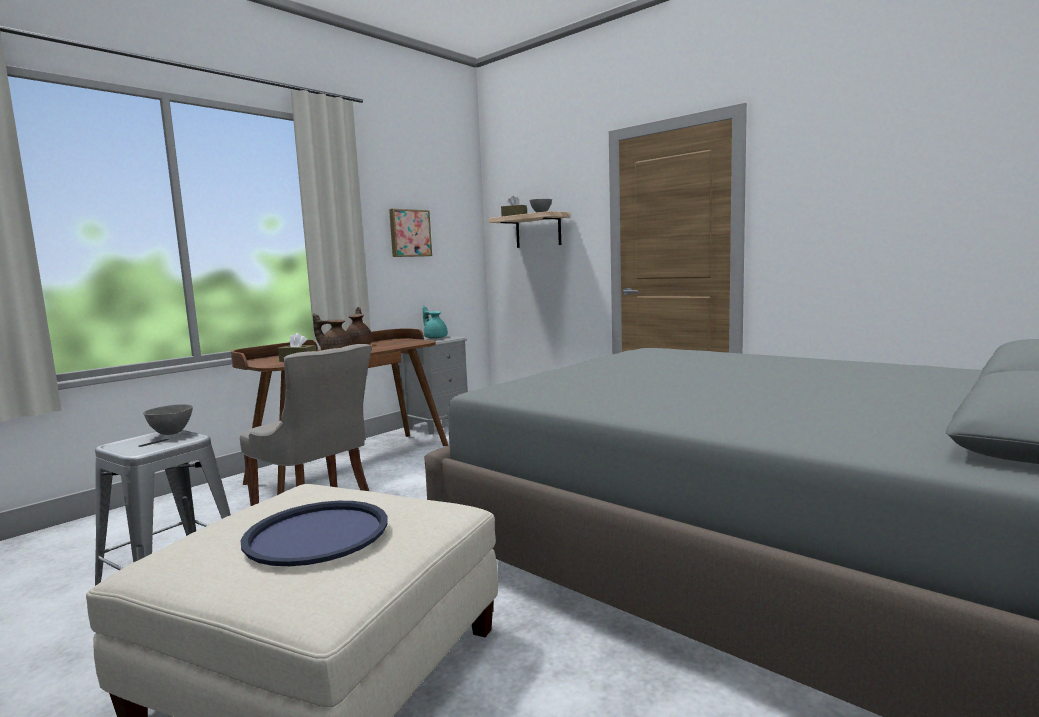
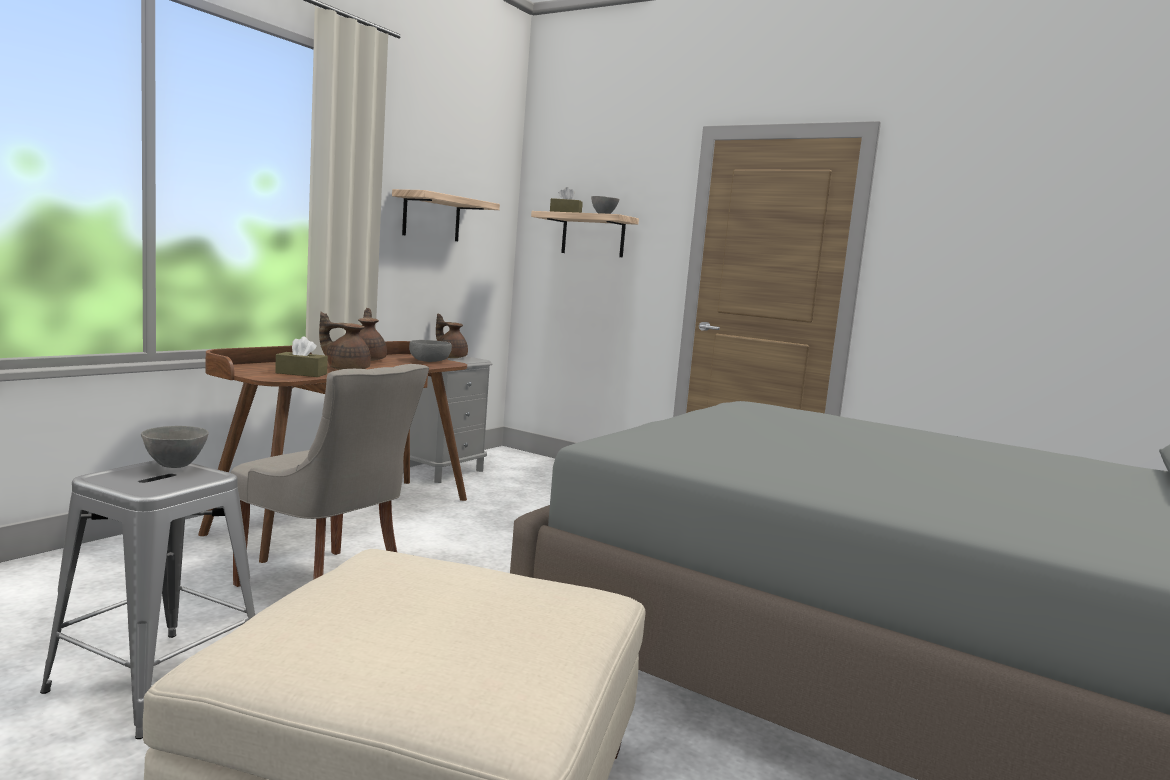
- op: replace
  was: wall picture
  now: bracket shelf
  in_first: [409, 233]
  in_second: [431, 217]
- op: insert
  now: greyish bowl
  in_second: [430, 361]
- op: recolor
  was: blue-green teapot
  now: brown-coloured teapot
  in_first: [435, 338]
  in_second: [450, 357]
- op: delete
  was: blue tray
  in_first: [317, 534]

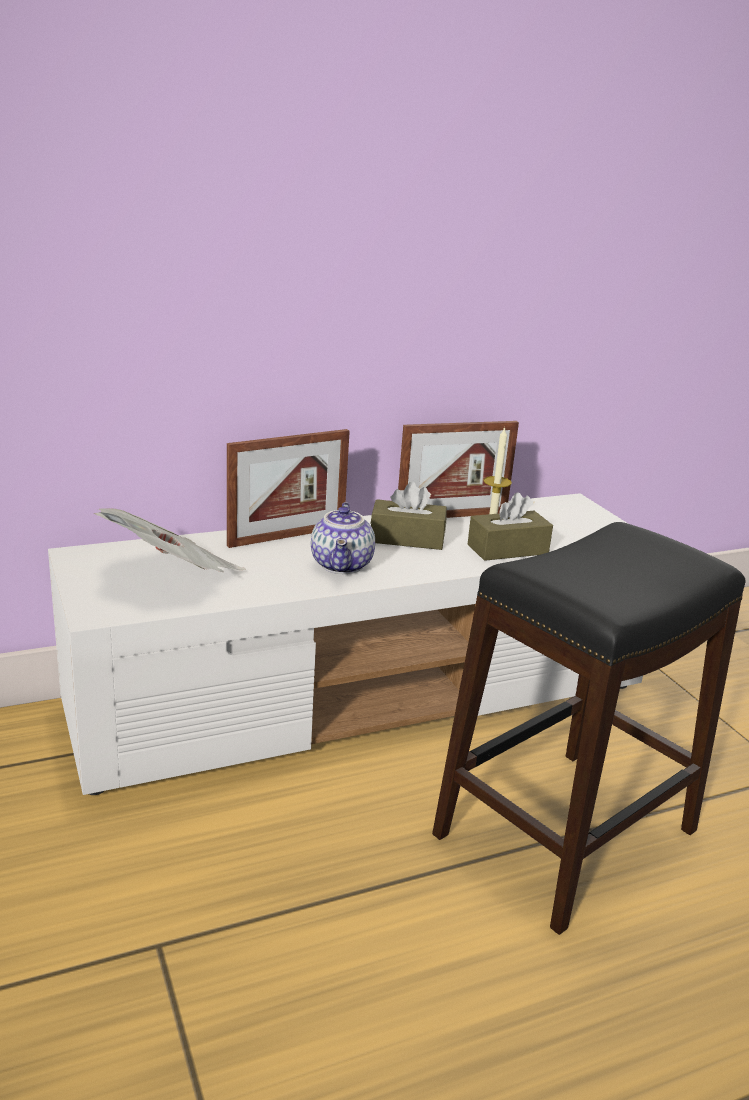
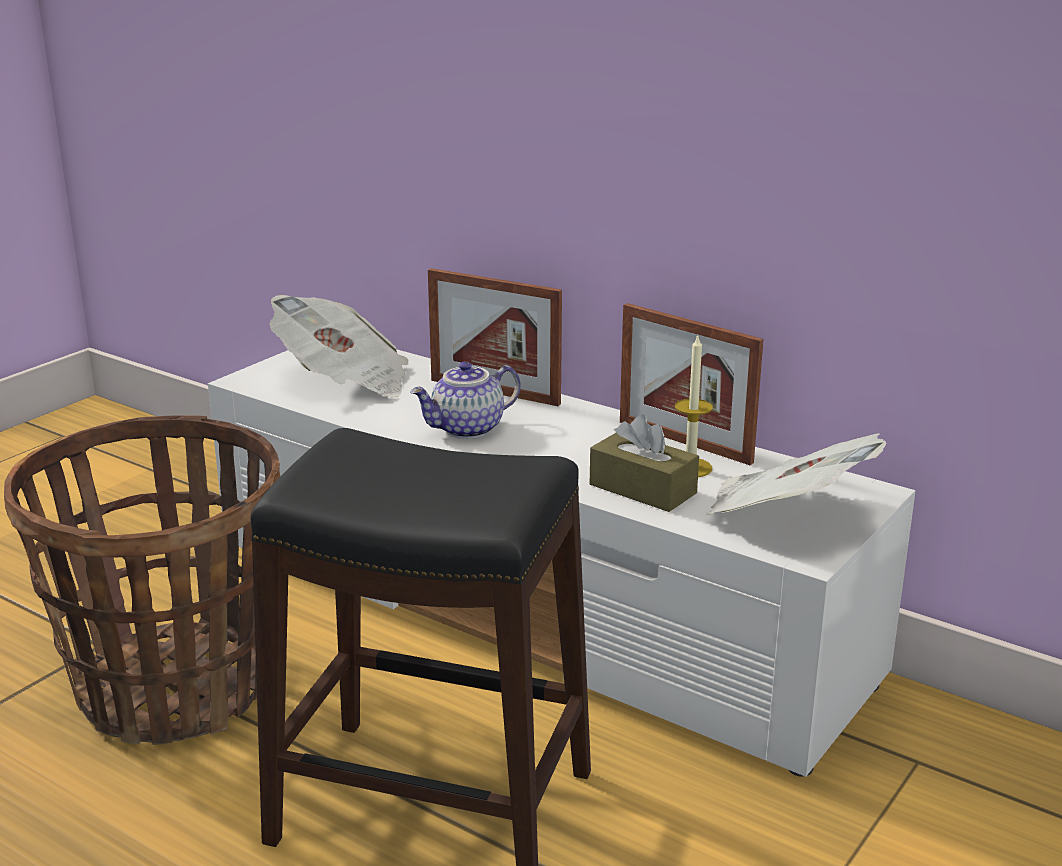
- op: insert
  now: household basket
  in_second: [174, 689]
- op: insert
  now: daily paper
  in_second: [786, 516]
- op: delete
  was: brown-coloured tissue holder
  in_first: [407, 538]

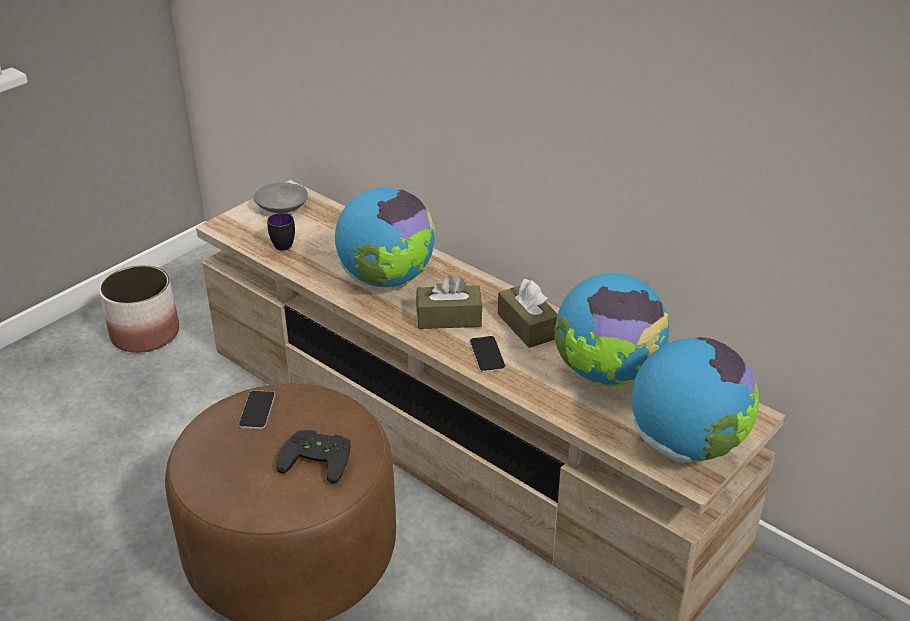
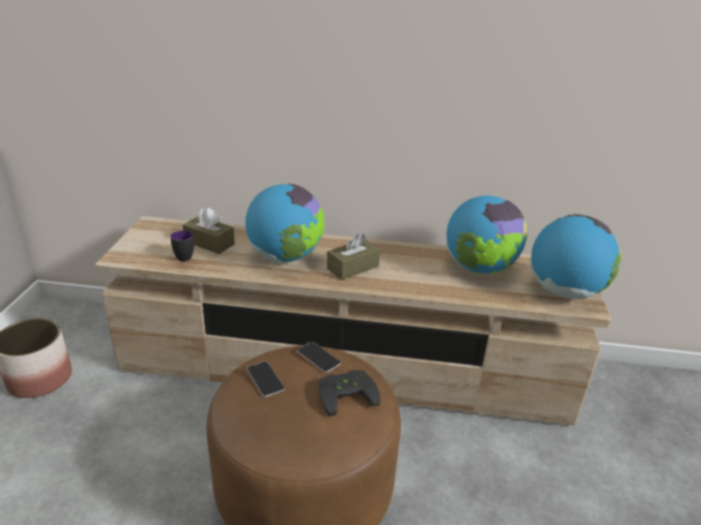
- op: move
  was: brown-coloured tissue holder
  in_first: [527, 326]
  in_second: [209, 243]
- op: move
  was: handset
  in_first: [487, 355]
  in_second: [318, 357]
- op: delete
  was: greyish bowl
  in_first: [282, 207]

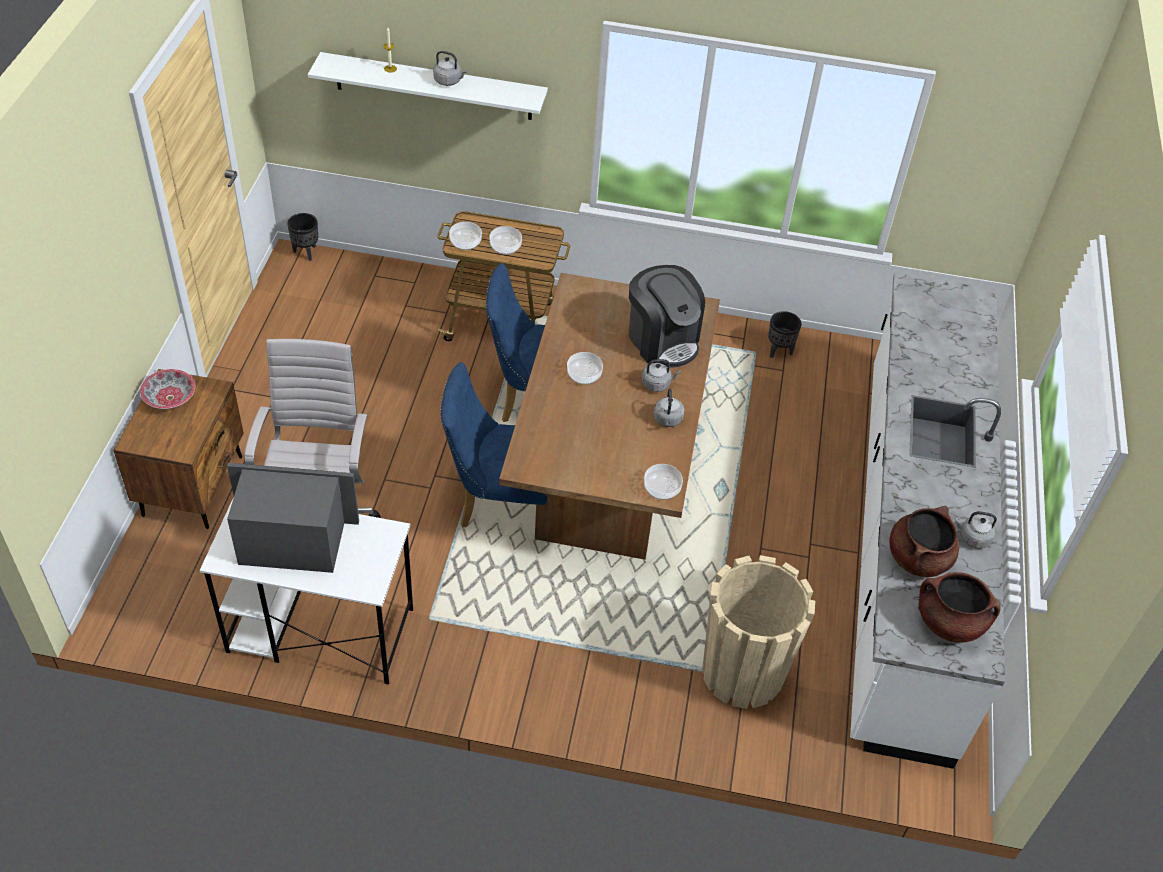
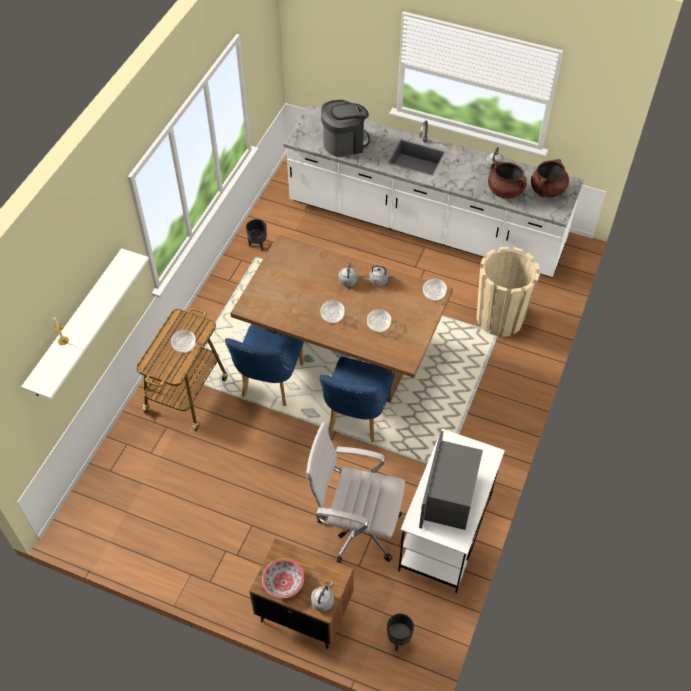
- op: move
  was: greyish kettle
  in_first: [449, 81]
  in_second: [323, 600]
- op: move
  was: coffee maker
  in_first: [662, 339]
  in_second: [344, 143]
- op: move
  was: bowl
  in_first: [466, 243]
  in_second: [378, 325]
- op: move
  was: black-coloured plant pot
  in_first: [306, 252]
  in_second: [398, 639]

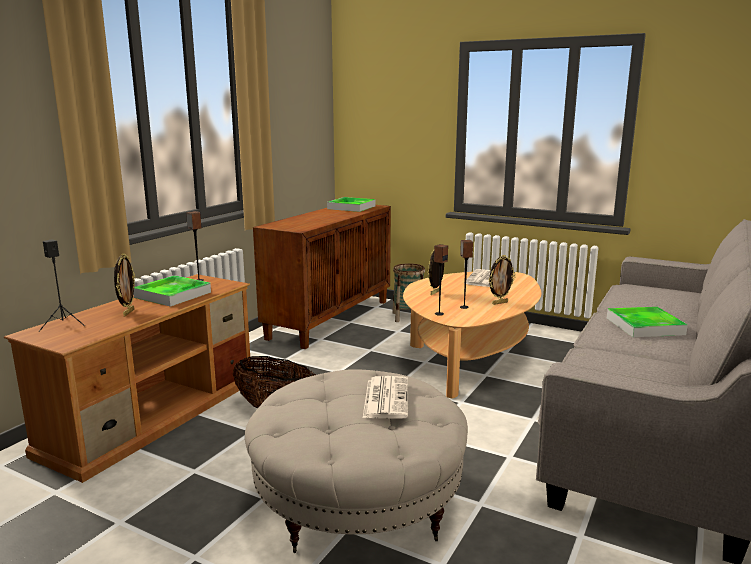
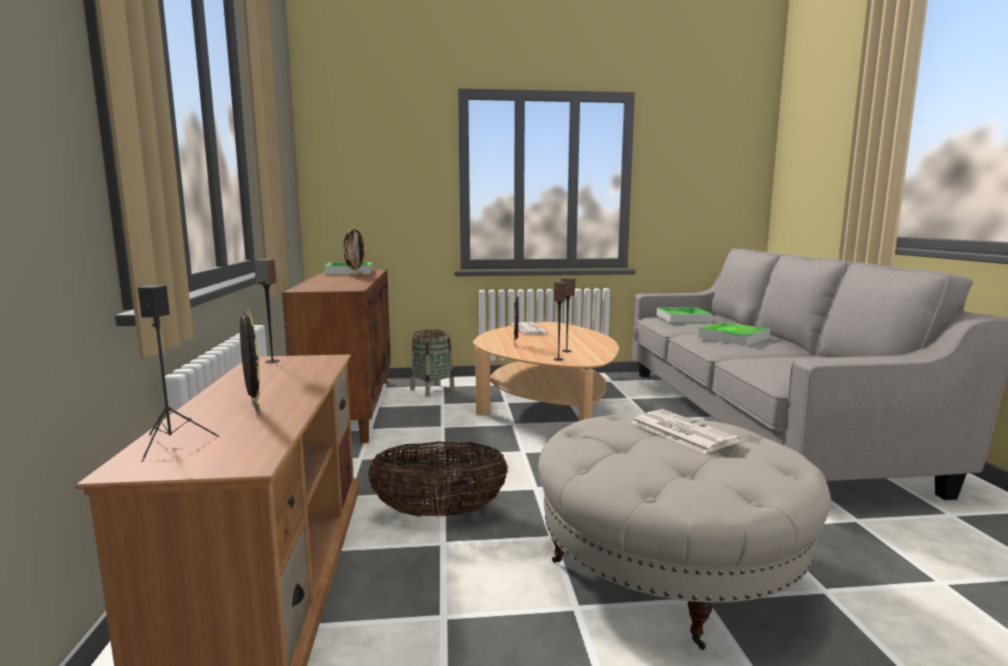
- op: move
  was: standing frame
  in_first: [499, 303]
  in_second: [355, 276]
- op: move
  was: tray
  in_first: [173, 295]
  in_second: [683, 318]

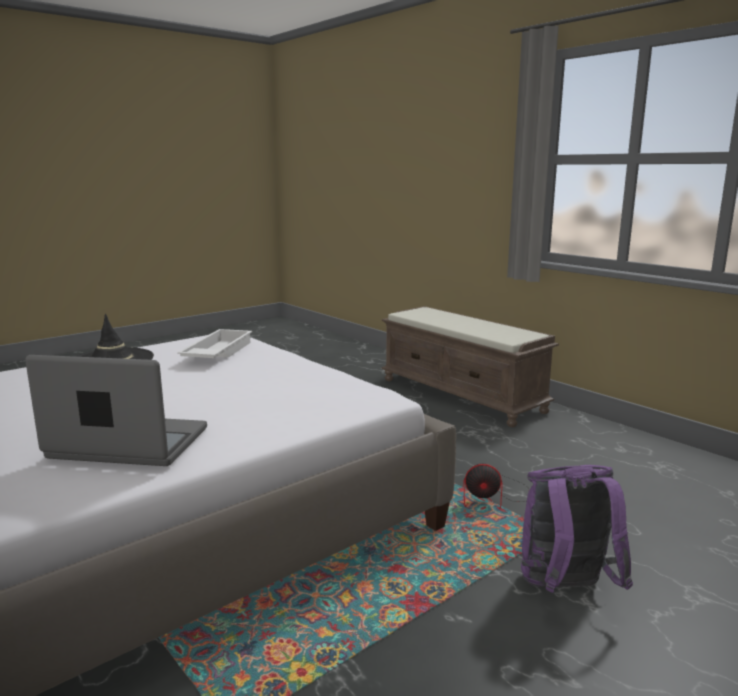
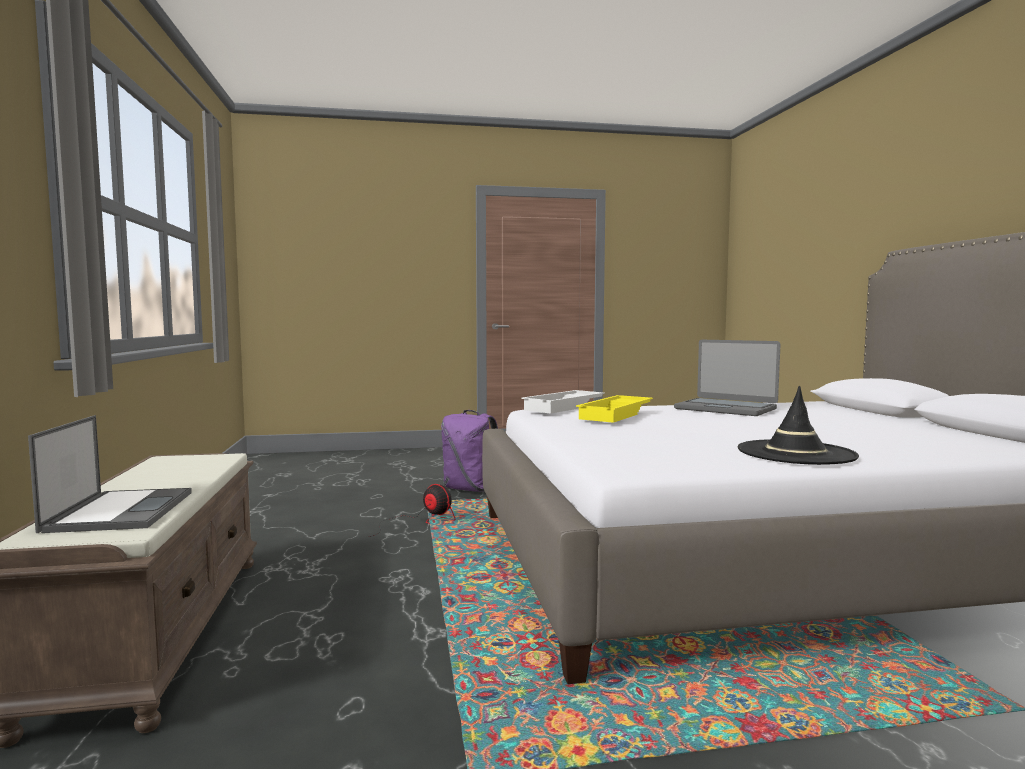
- op: insert
  now: notebook computer
  in_second: [121, 510]
- op: move
  was: whitish tray
  in_first: [217, 352]
  in_second: [564, 407]
- op: insert
  now: yellow-coloured tray
  in_second: [616, 414]

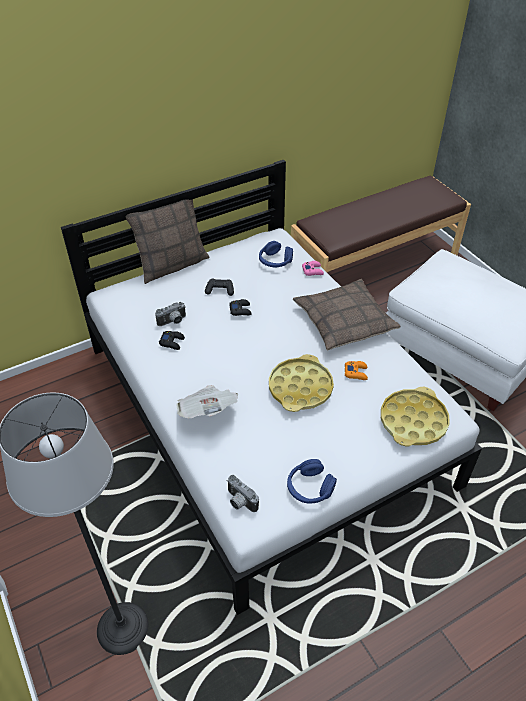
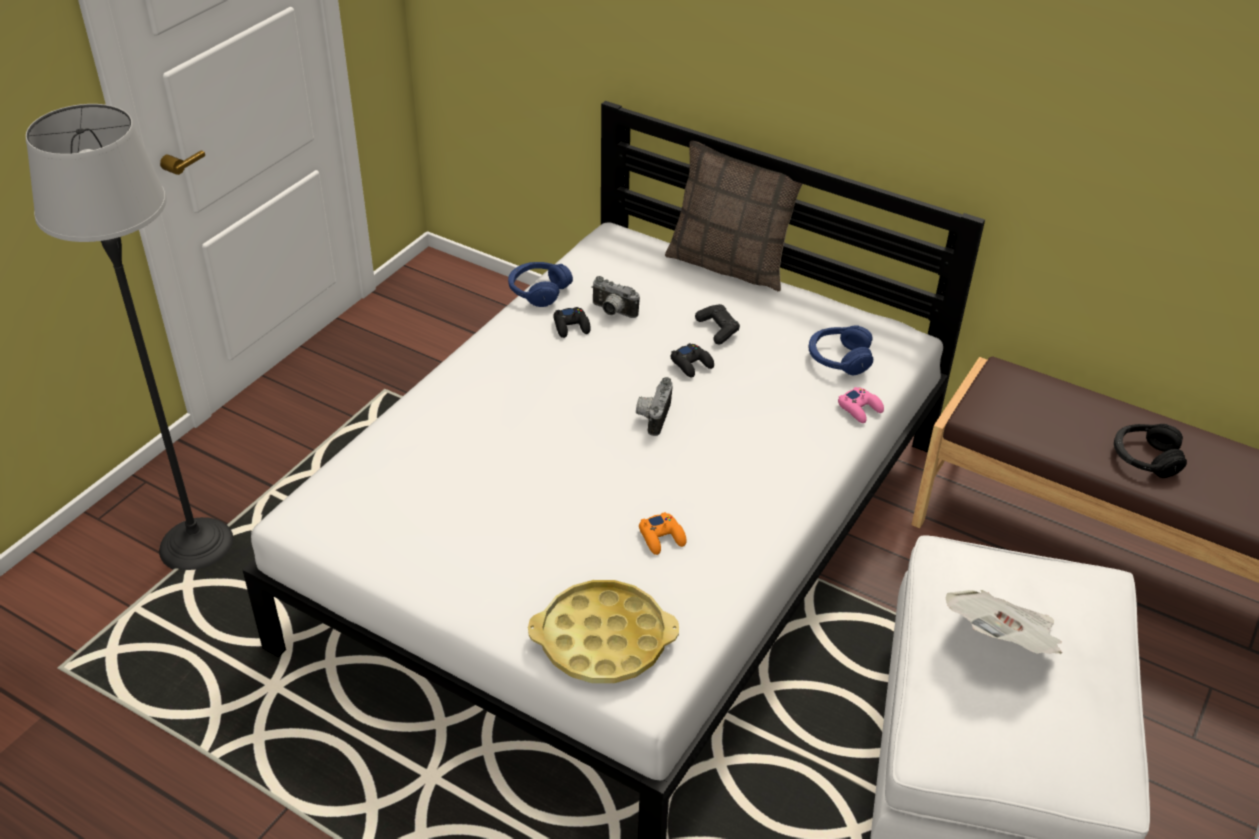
- op: move
  was: blue headphones
  in_first: [309, 487]
  in_second: [538, 291]
- op: move
  was: still camera
  in_first: [239, 502]
  in_second: [652, 416]
- op: move
  was: daily paper
  in_first: [207, 411]
  in_second: [1002, 641]
- op: insert
  now: black-coloured headphones
  in_second: [1145, 458]
- op: delete
  was: yellow-coloured tray
  in_first: [300, 388]
- op: delete
  was: pillow
  in_first: [344, 321]

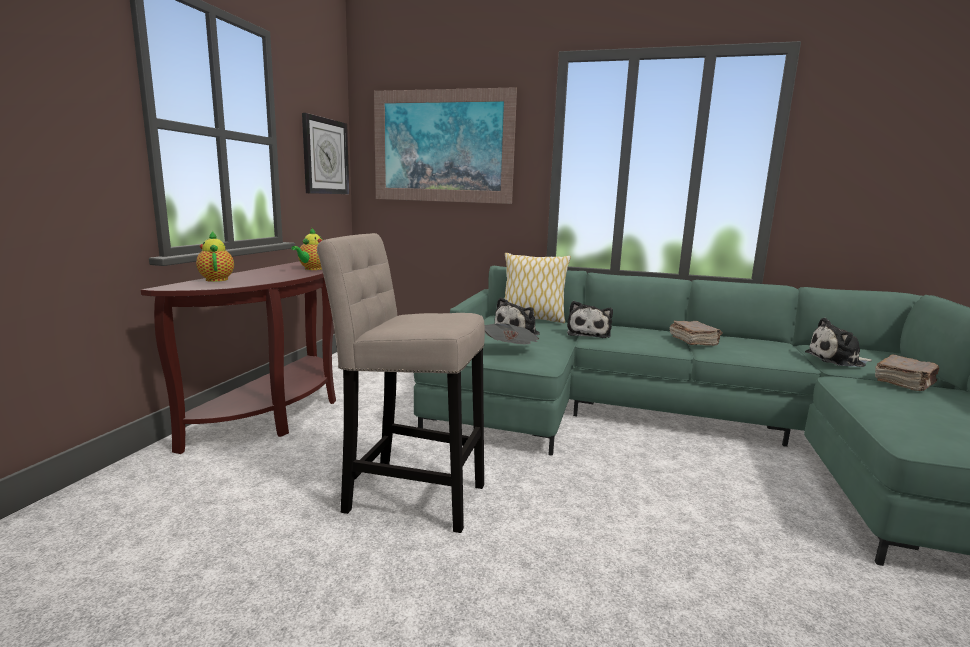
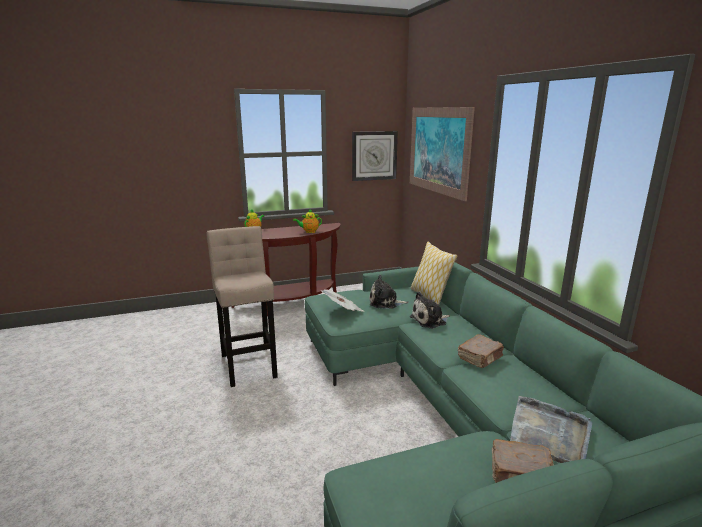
- op: replace
  was: plush toy
  now: greyish tray
  in_first: [838, 360]
  in_second: [548, 433]

